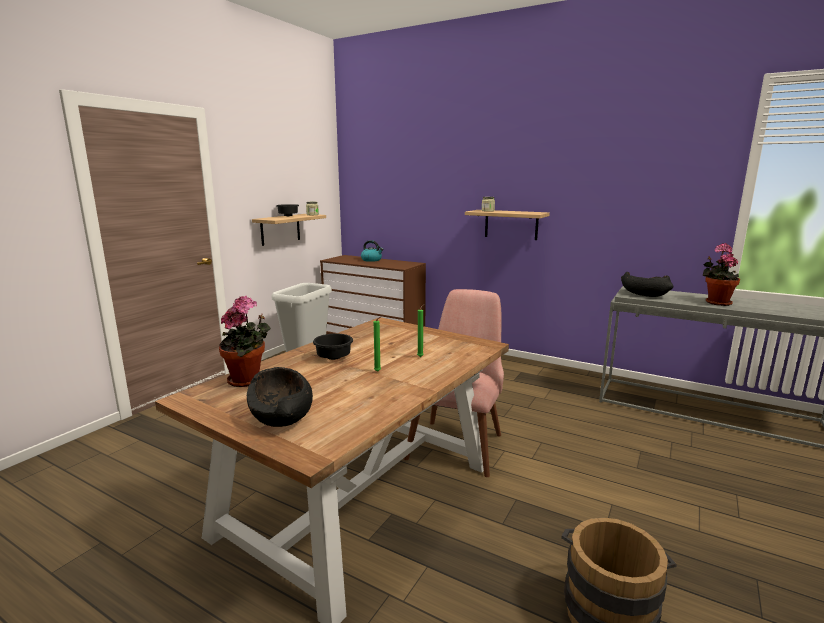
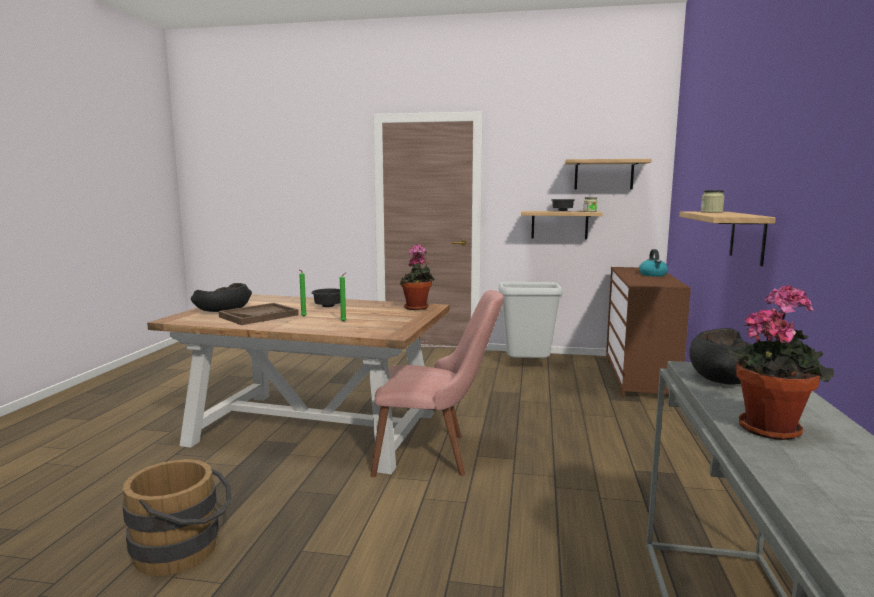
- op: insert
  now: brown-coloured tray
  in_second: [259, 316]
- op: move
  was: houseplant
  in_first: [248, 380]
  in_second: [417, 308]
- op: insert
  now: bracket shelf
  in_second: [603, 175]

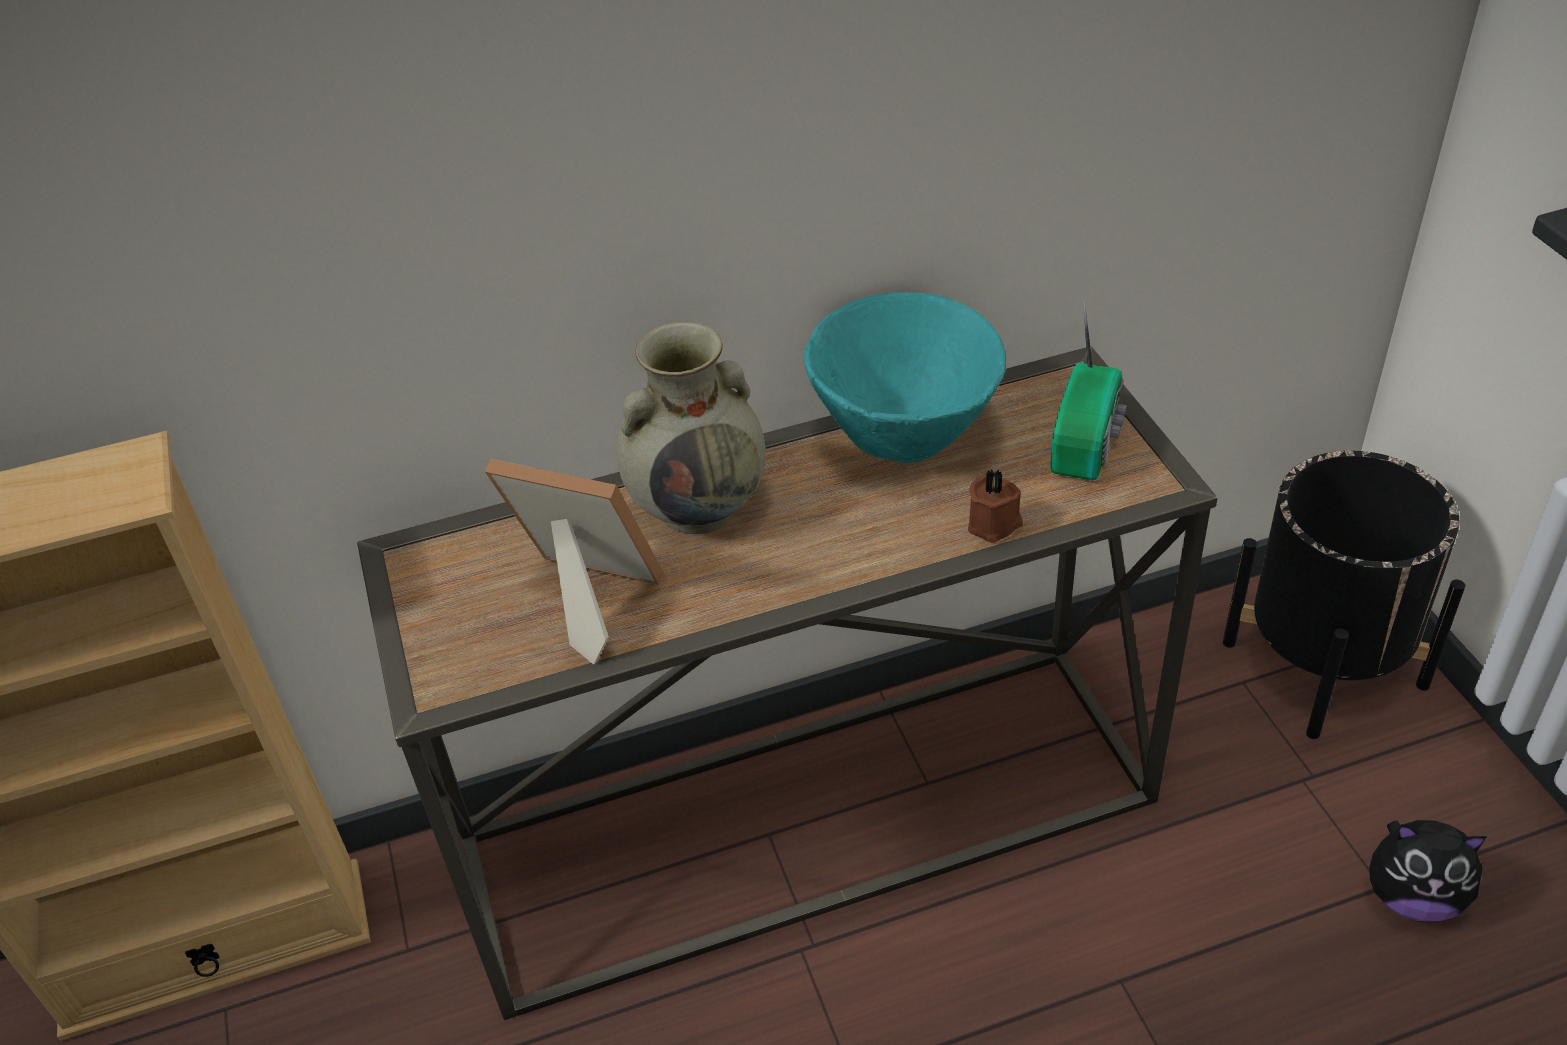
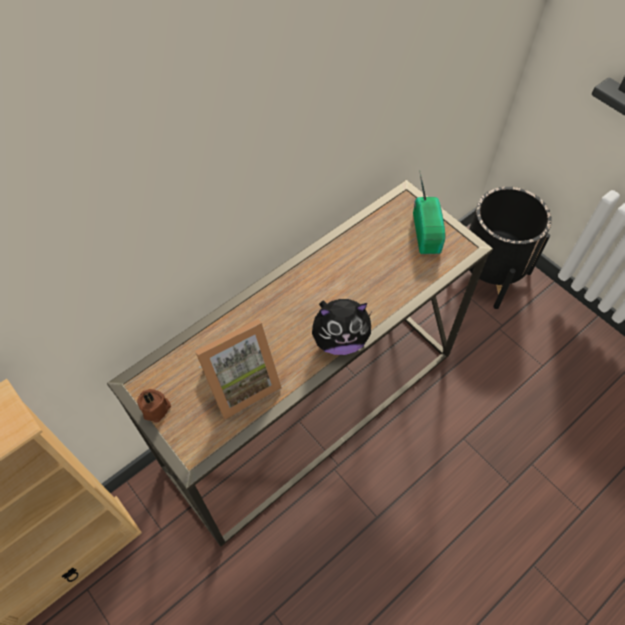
- op: move
  was: brown-coloured wax candle
  in_first: [995, 524]
  in_second: [157, 409]
- op: rotate
  was: standing frame
  in_first: [584, 600]
  in_second: [240, 383]
  clockwise: 150
- op: move
  was: plush toy
  in_first: [1412, 897]
  in_second: [340, 340]
- op: delete
  was: beige-coloured flower vase
  in_first: [700, 506]
- op: delete
  was: blue-green bowl
  in_first: [905, 439]

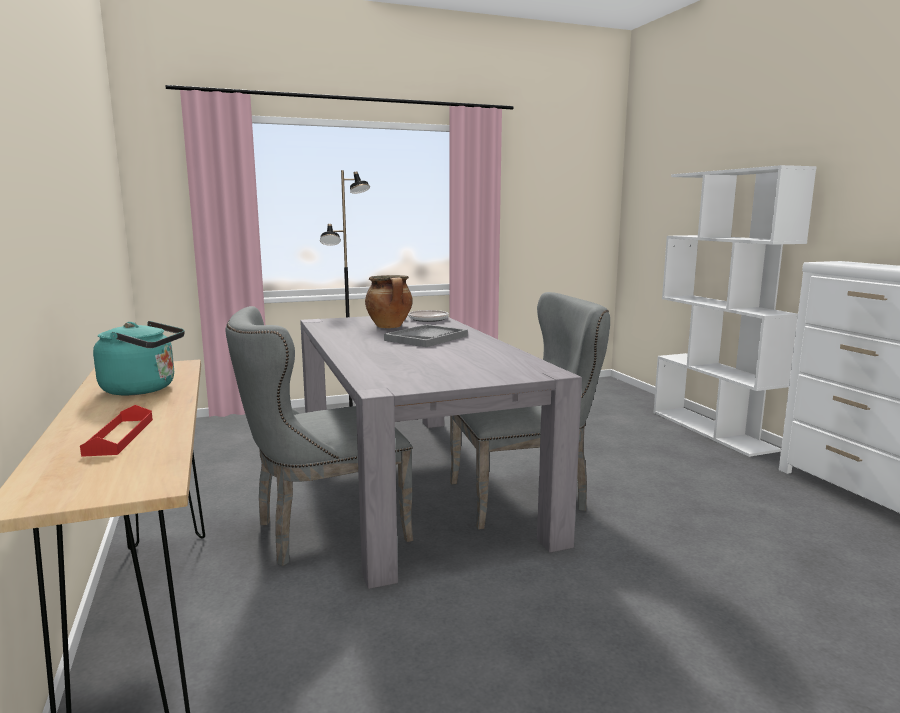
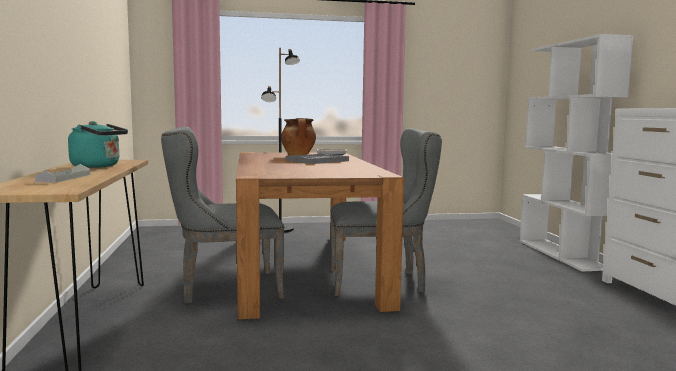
- op: recolor
  was: red-coloured tray
  now: greyish tray
  in_first: [119, 436]
  in_second: [64, 178]
- op: recolor
  was: greyish dining table
  now: brown-coloured dining table
  in_first: [413, 481]
  in_second: [303, 267]

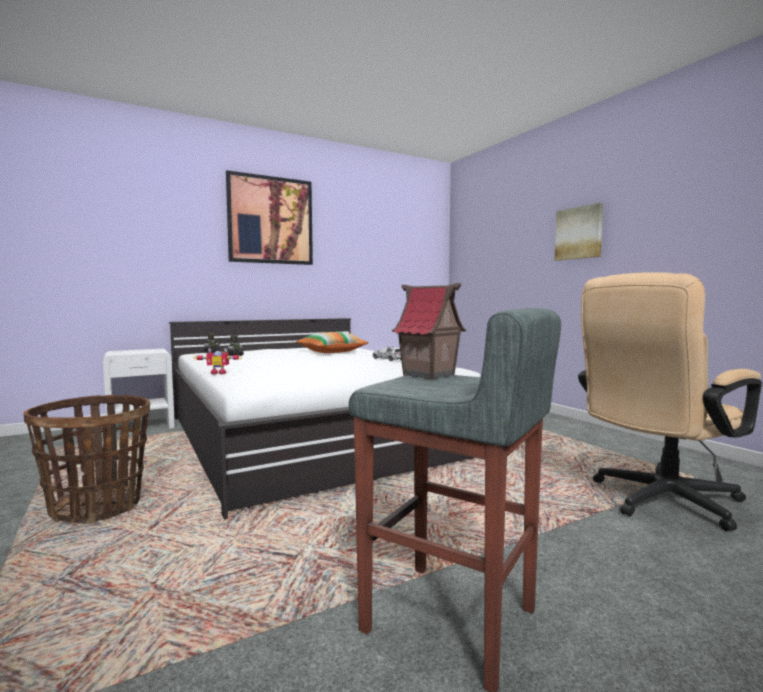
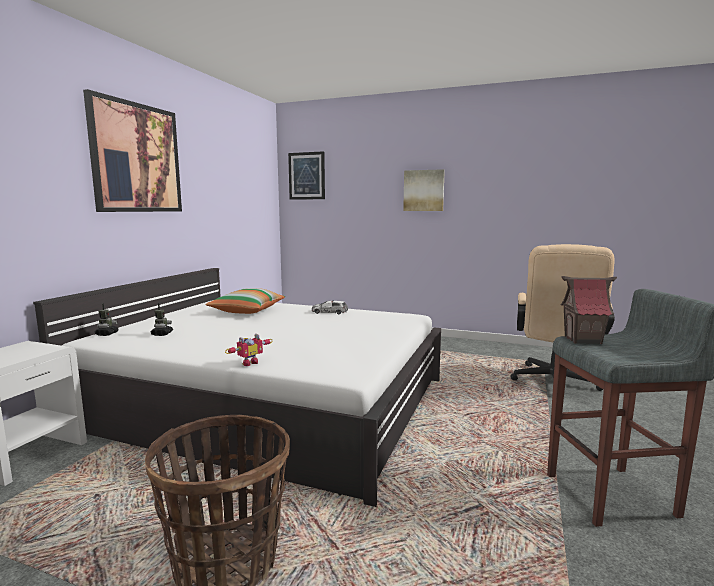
- op: insert
  now: wall picture
  in_second: [307, 176]

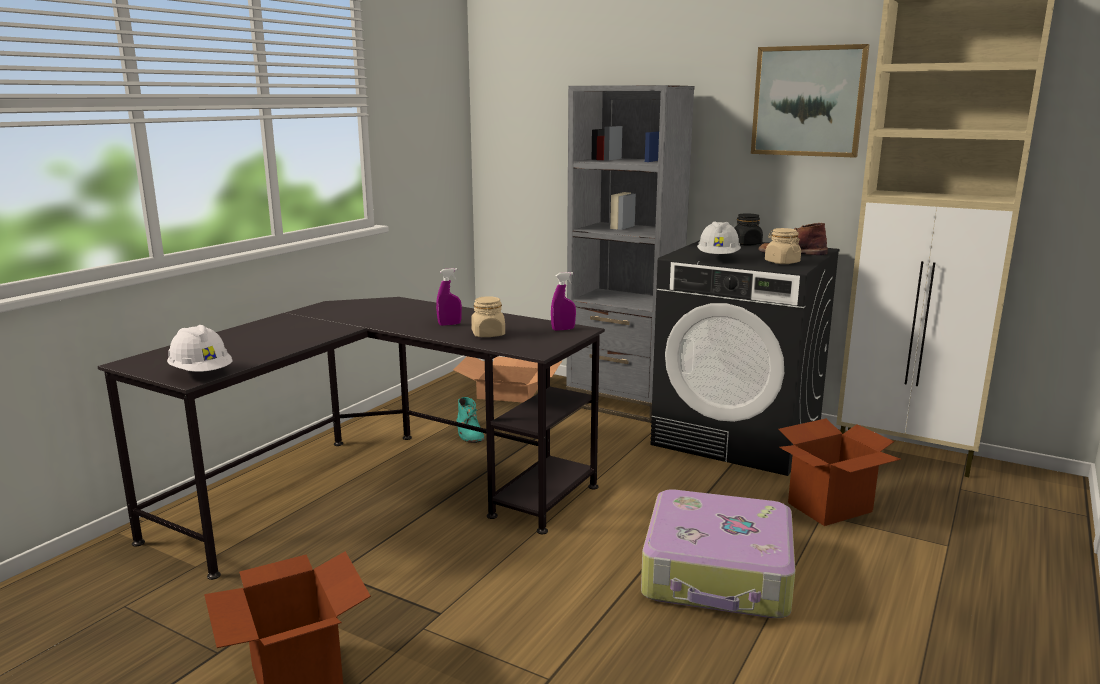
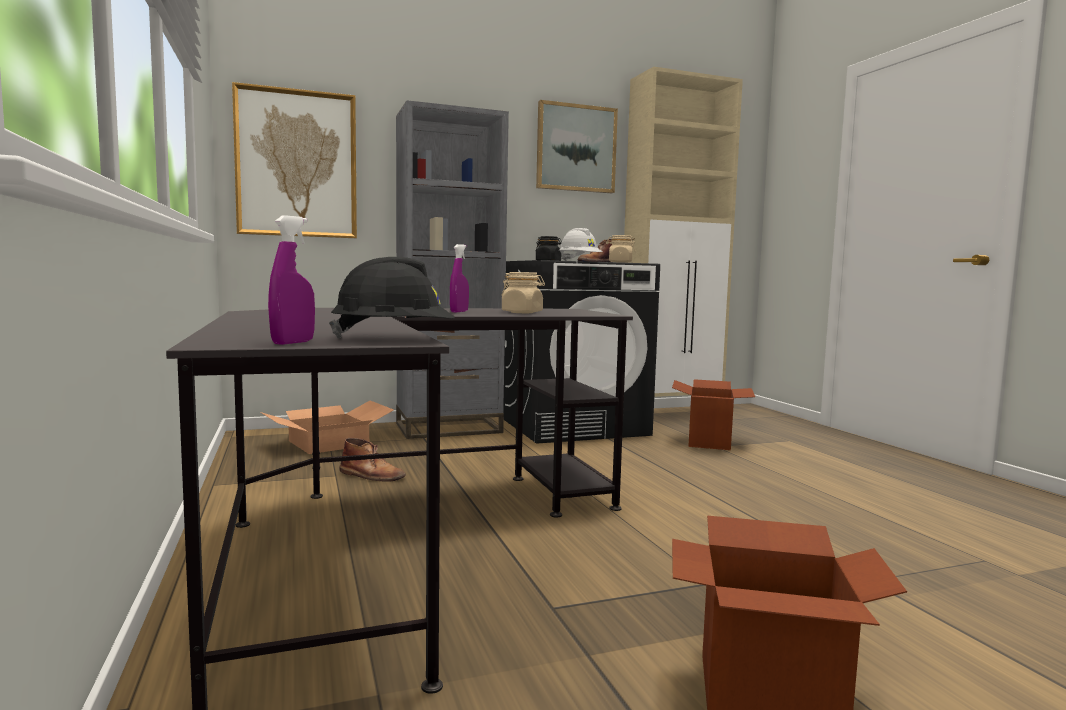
- op: insert
  now: wall picture
  in_second: [297, 164]
- op: move
  was: purple-coloured sprayer
  in_first: [563, 329]
  in_second: [293, 342]
- op: recolor
  was: whitish hard hat
  now: black-coloured hard hat
  in_first: [201, 373]
  in_second: [394, 339]
- op: recolor
  was: blue-green high-top boot
  now: brown-coloured high-top boot
  in_first: [469, 432]
  in_second: [372, 475]
- op: delete
  was: suitcase
  in_first: [718, 574]

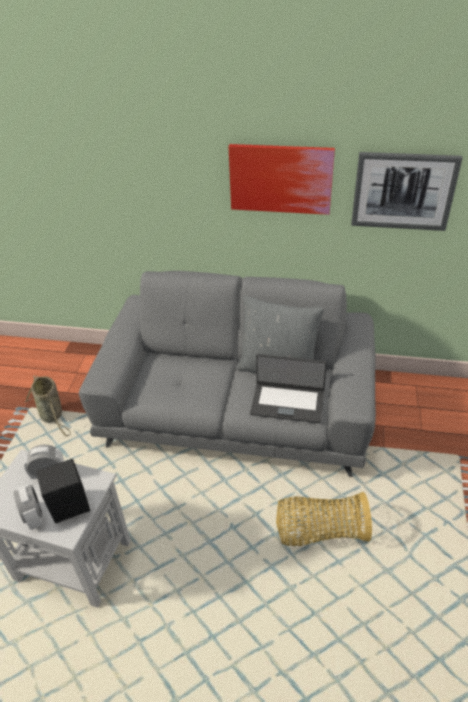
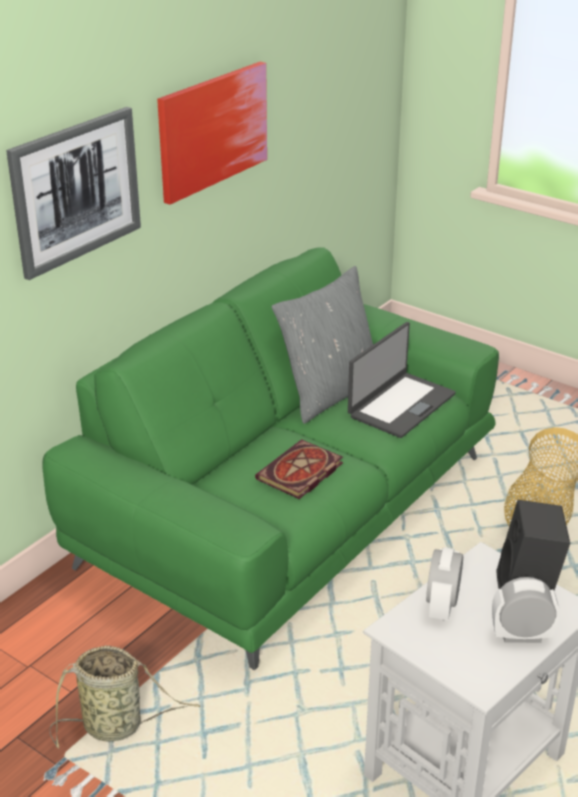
- op: move
  was: wall picture
  in_first: [403, 191]
  in_second: [76, 191]
- op: recolor
  was: greyish settee
  now: greenish settee
  in_first: [237, 410]
  in_second: [289, 510]
- op: insert
  now: volume
  in_second: [300, 473]

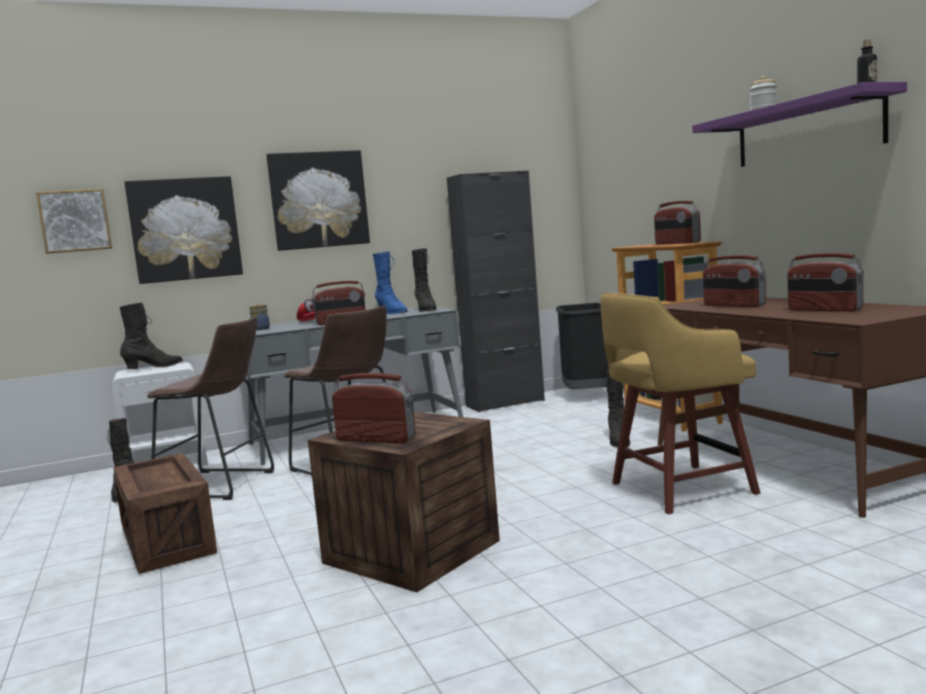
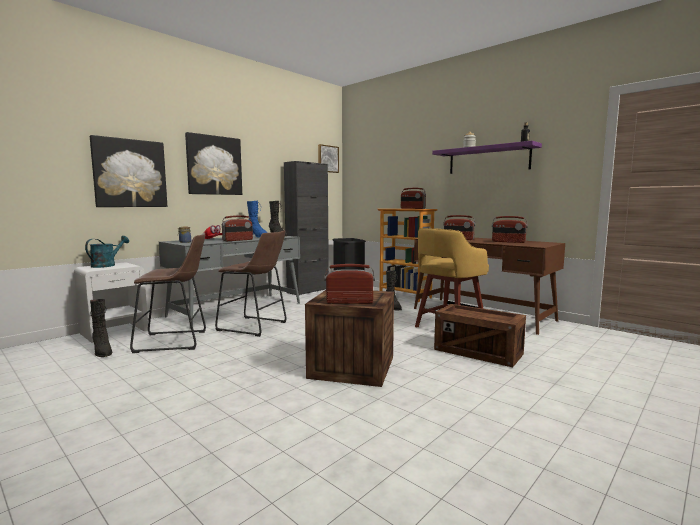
- op: replace
  was: black-coloured high-top boot
  now: blue-green watering pot
  in_first: [154, 367]
  in_second: [107, 265]
- op: move
  was: wall picture
  in_first: [75, 221]
  in_second: [327, 159]
- op: move
  was: packing crate
  in_first: [167, 542]
  in_second: [477, 352]

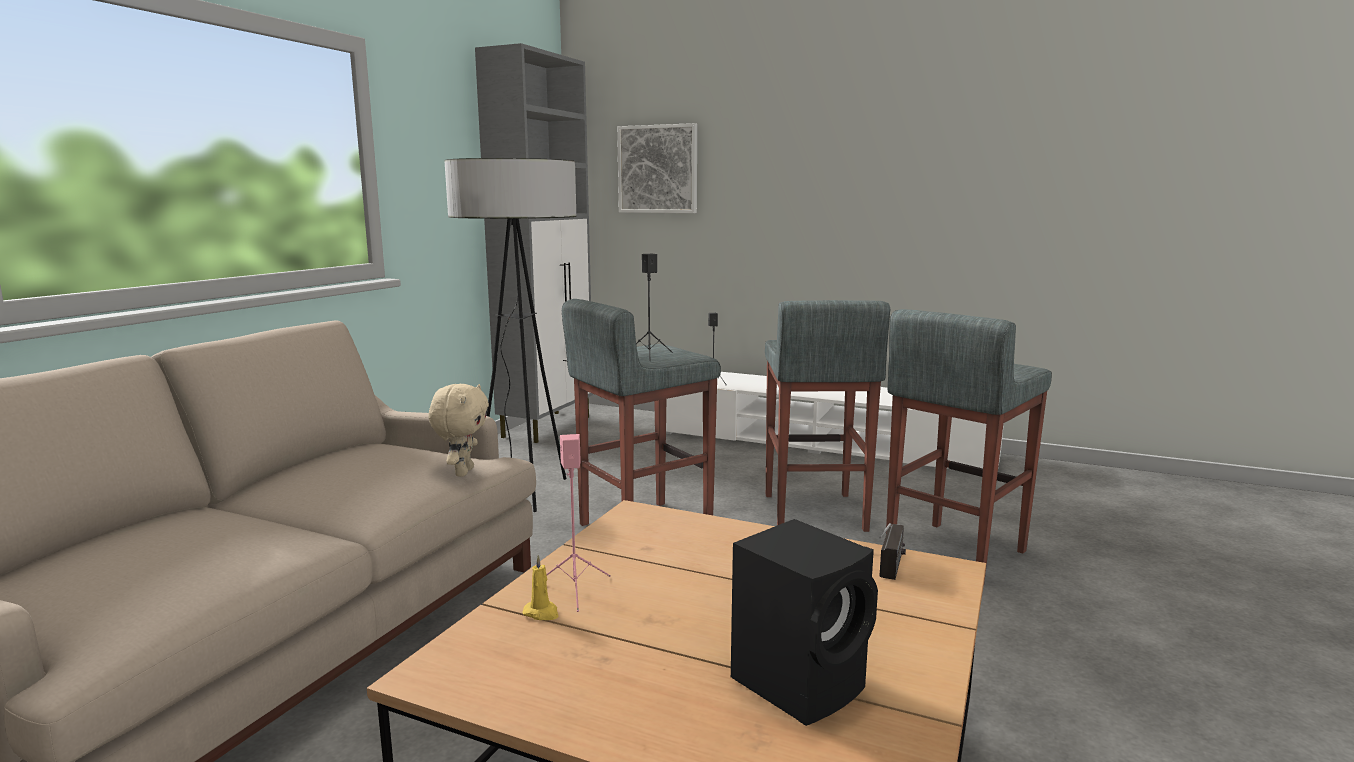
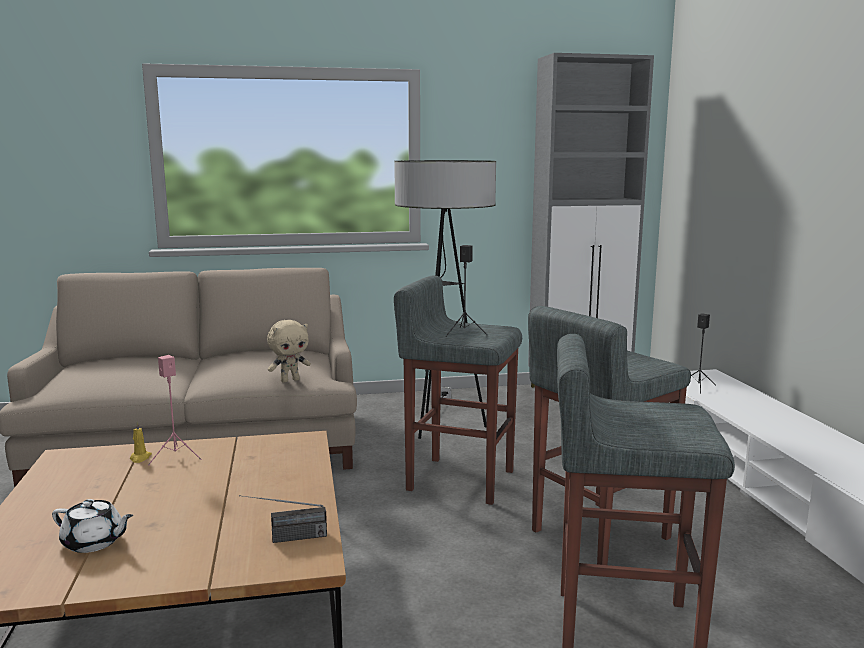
- op: replace
  was: black-coloured audio speaker
  now: whitish teapot
  in_first: [801, 682]
  in_second: [94, 543]
- op: delete
  was: wall picture
  in_first: [658, 169]

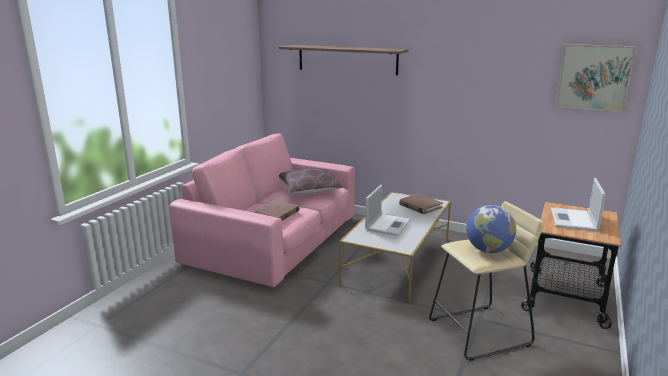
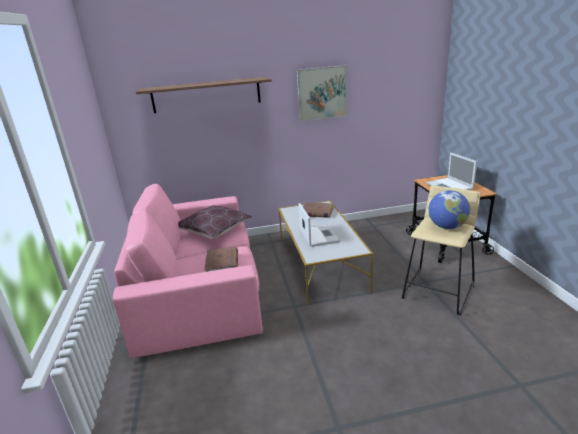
- op: move
  was: wall picture
  in_first: [593, 77]
  in_second: [322, 93]

